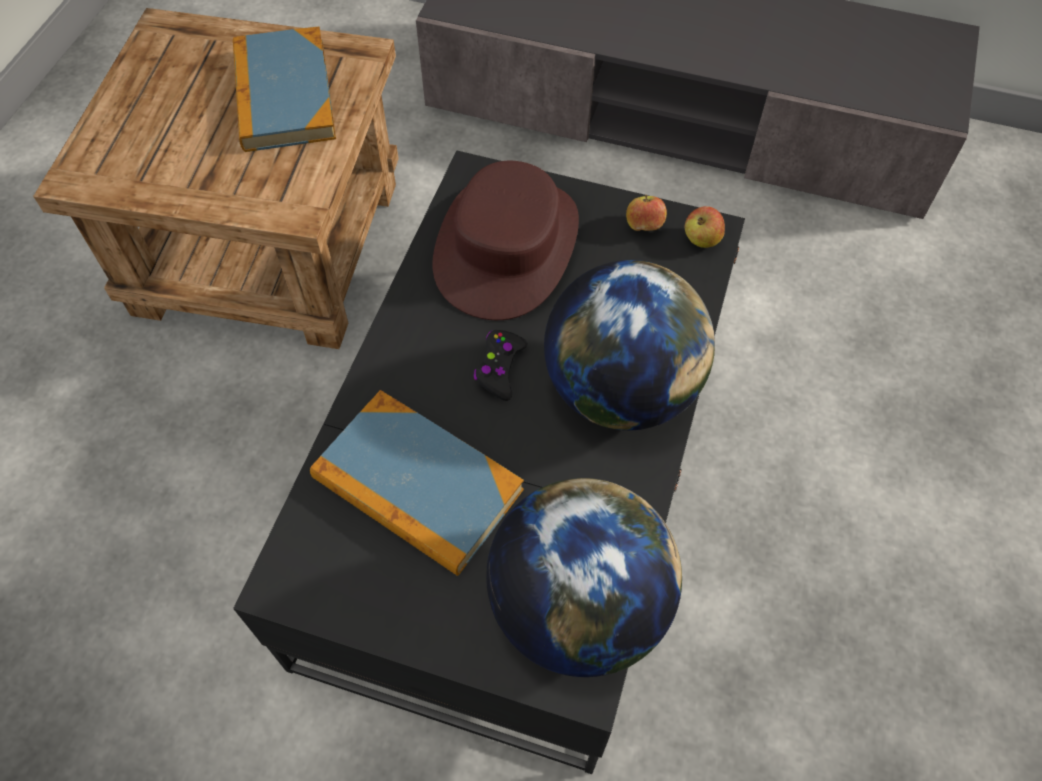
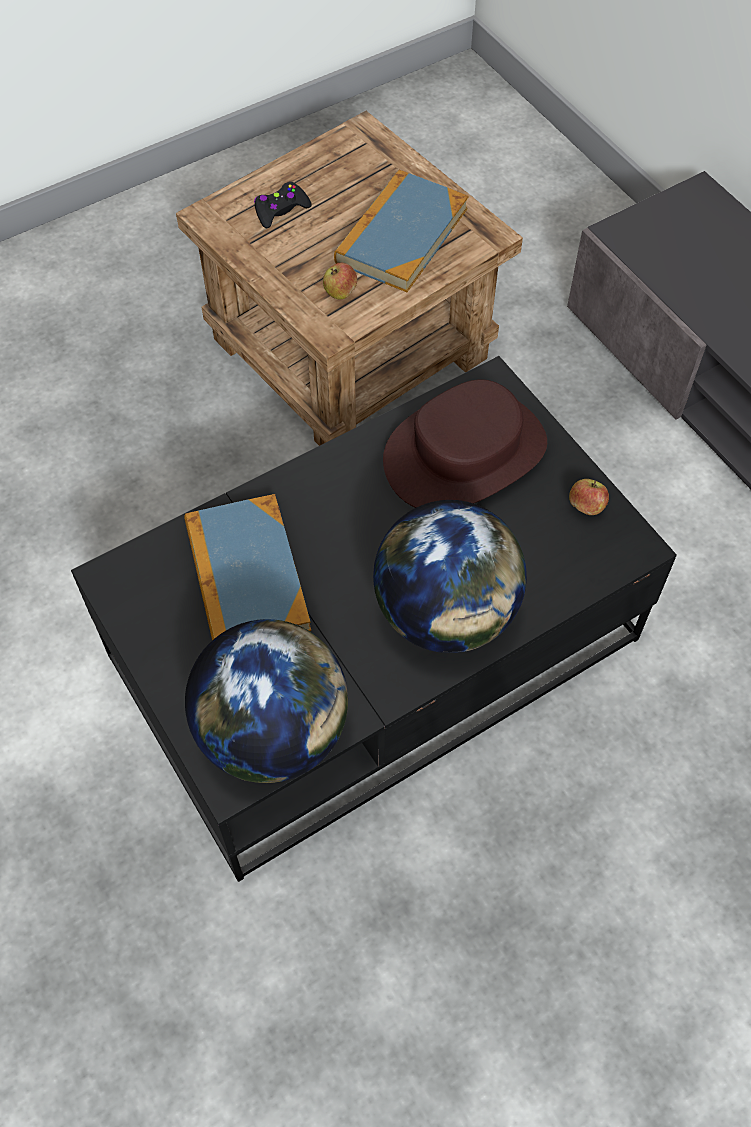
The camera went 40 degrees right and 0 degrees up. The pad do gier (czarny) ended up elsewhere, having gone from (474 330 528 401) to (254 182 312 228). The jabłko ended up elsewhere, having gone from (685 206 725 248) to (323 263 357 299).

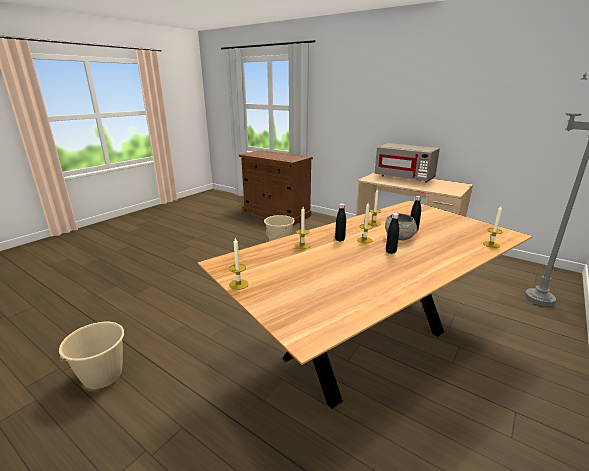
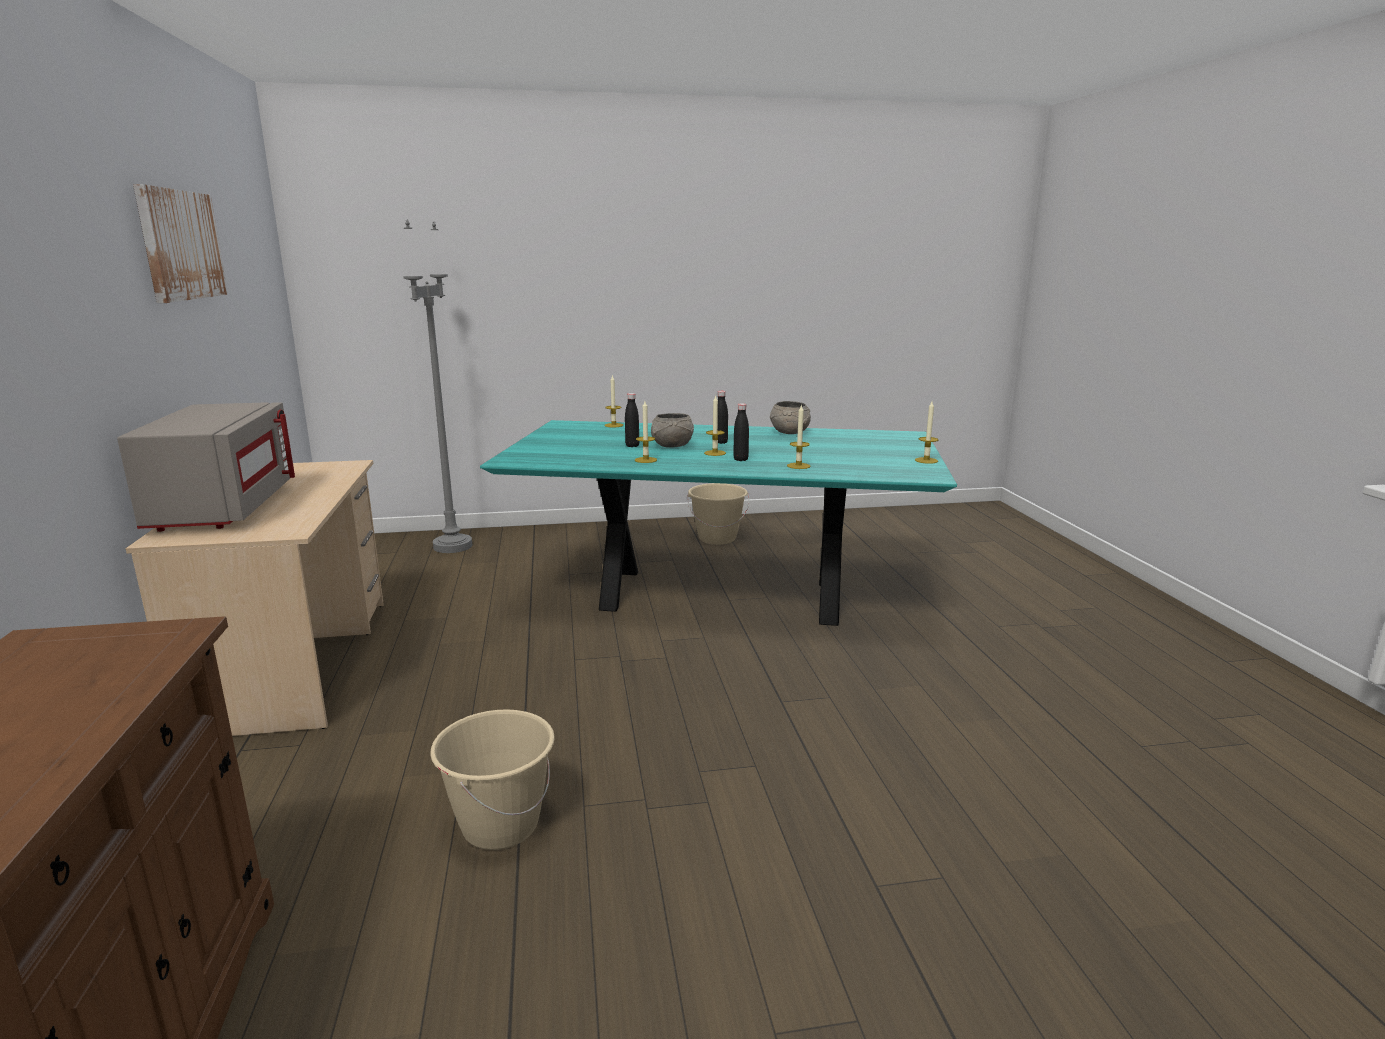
The camera went 135 degrees left and 5 degrees down. The second view gained the obraz at (133 184 228 303). What was the stół jadalny (brązowy) at (197 200 533 408) turned into the stół jadalny (turkusowy) at (480 420 957 626). The wiadro (beżowy) ended up elsewhere, having gone from (59 322 124 389) to (687 483 749 545). The second view gained the miska (szary) at (770 401 811 434).

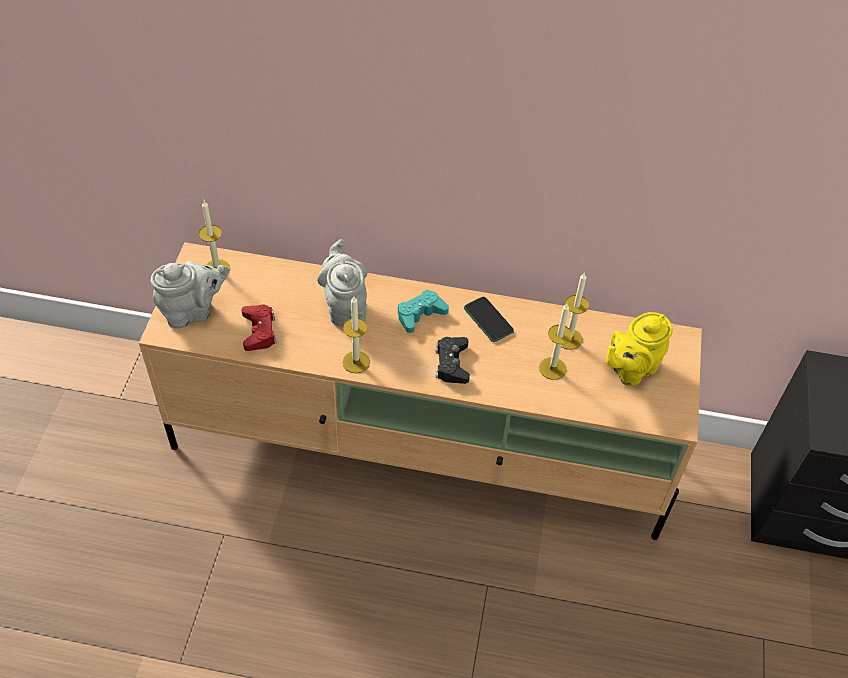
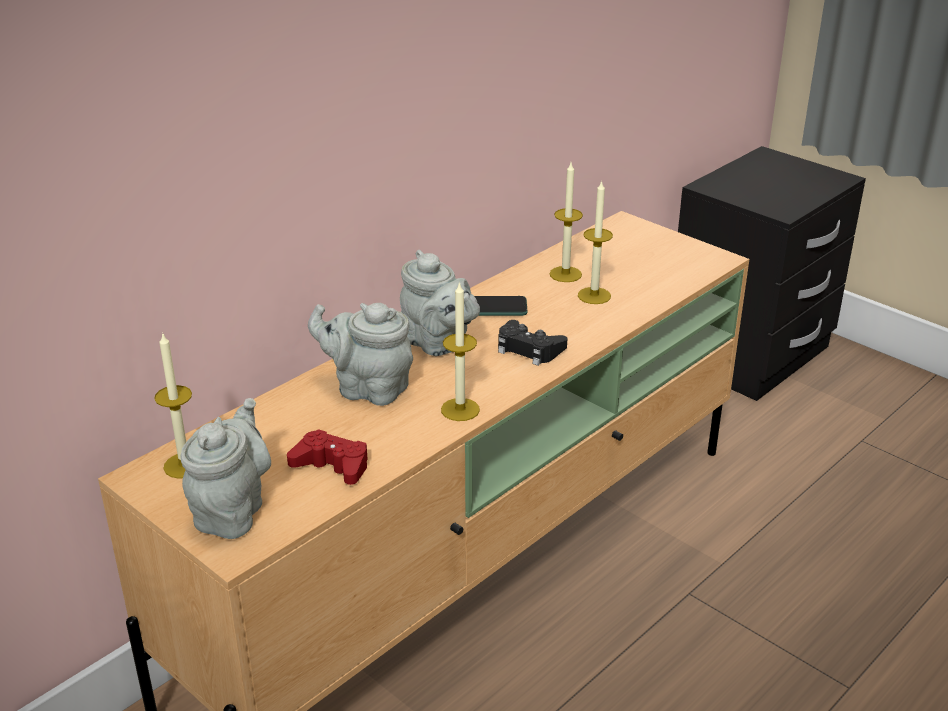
The camera went 55 degrees left and 20 degrees down. Where the pad do gier (turkusowy) stood at (398 289 449 333), the imbryk (szary) came to stand at (400 250 480 356). The second view lost the imbryk (żółty) at (606 312 673 386).

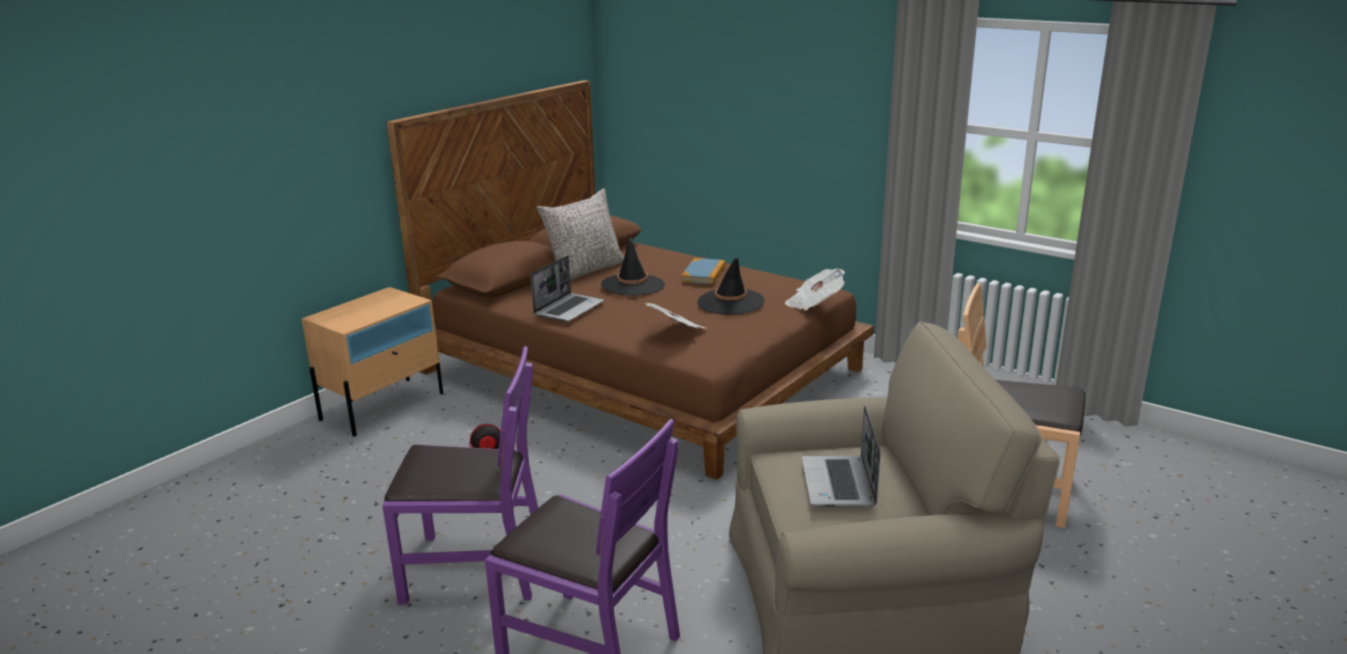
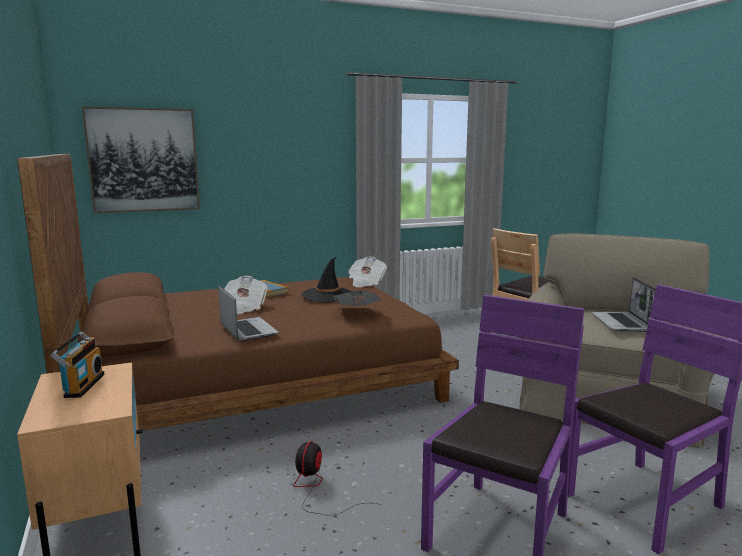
The camera went 60 degrees left and 10 degrees down. The second view gained the radio at (50 332 104 398). The second view gained the obraz at (82 107 200 213). Where the kapelusz (czarny) stood at (601 237 665 296), the gazeta came to stand at (224 276 268 314). The laptop at (802 406 881 507) ended up facing another way, 60 degrees clockwise from before. The second view lost the poduszka (szary) at (536 188 624 281).

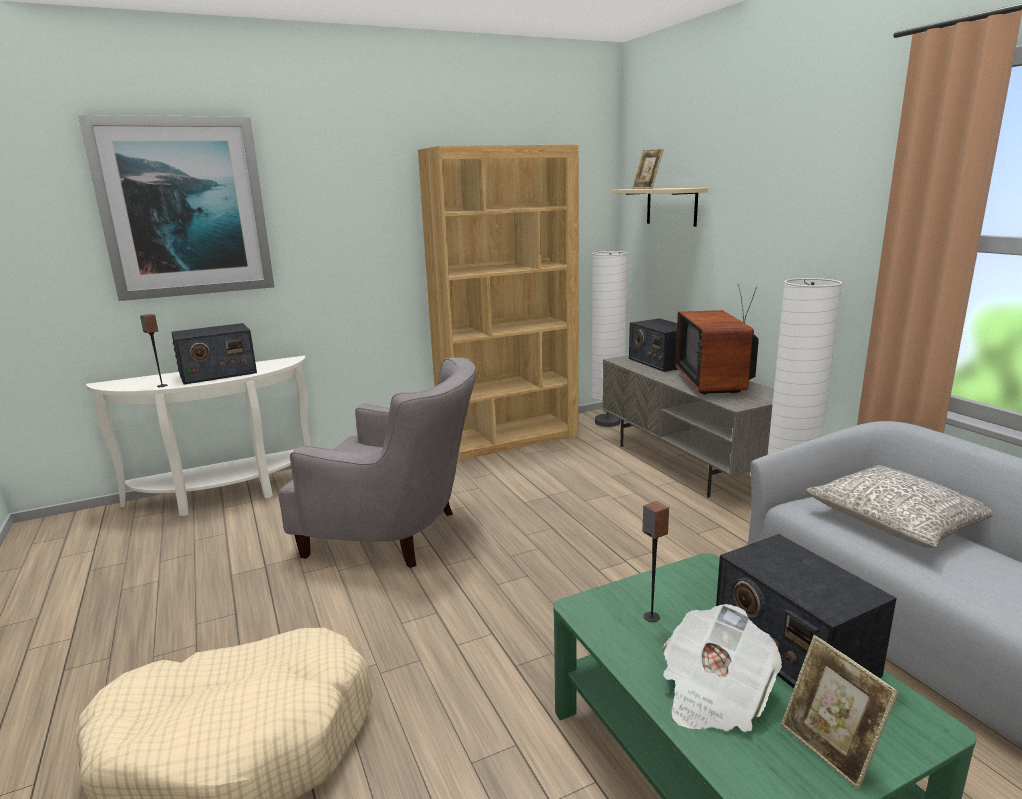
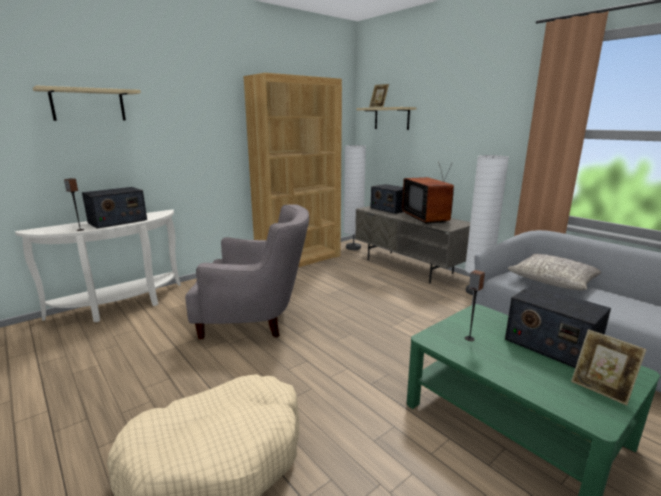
The camera went 15 degrees left and 0 degrees up. Where the obraz hung at (78 115 274 301), the półka (beżowy) came to hang at (33 86 141 121). The second view lost the gazeta at (663 604 782 732).

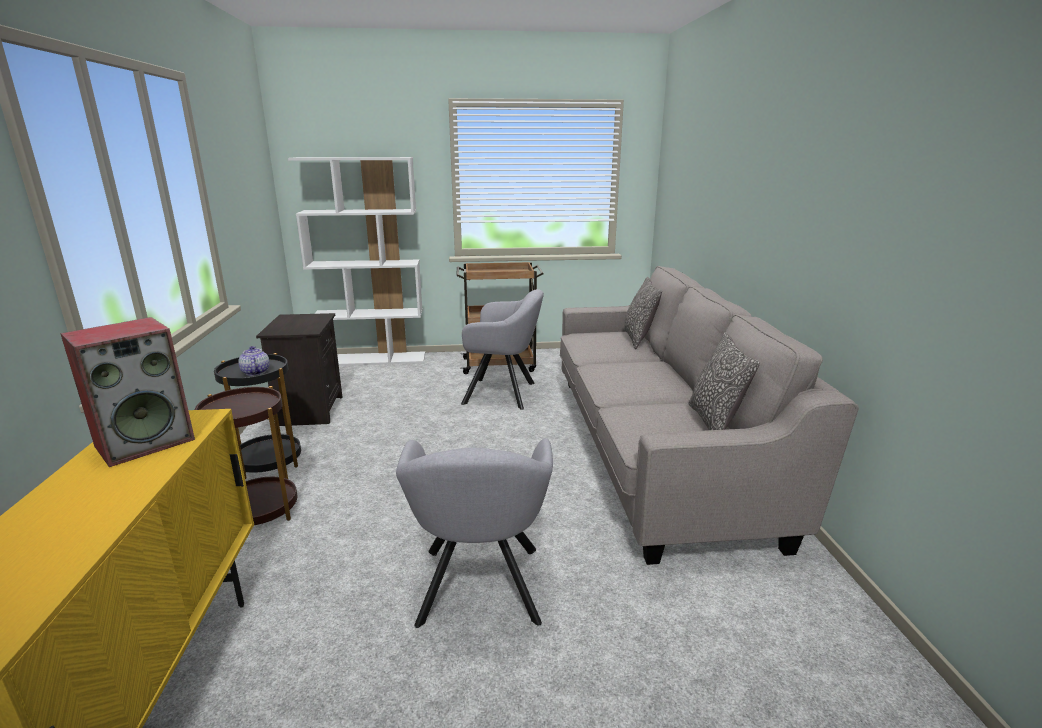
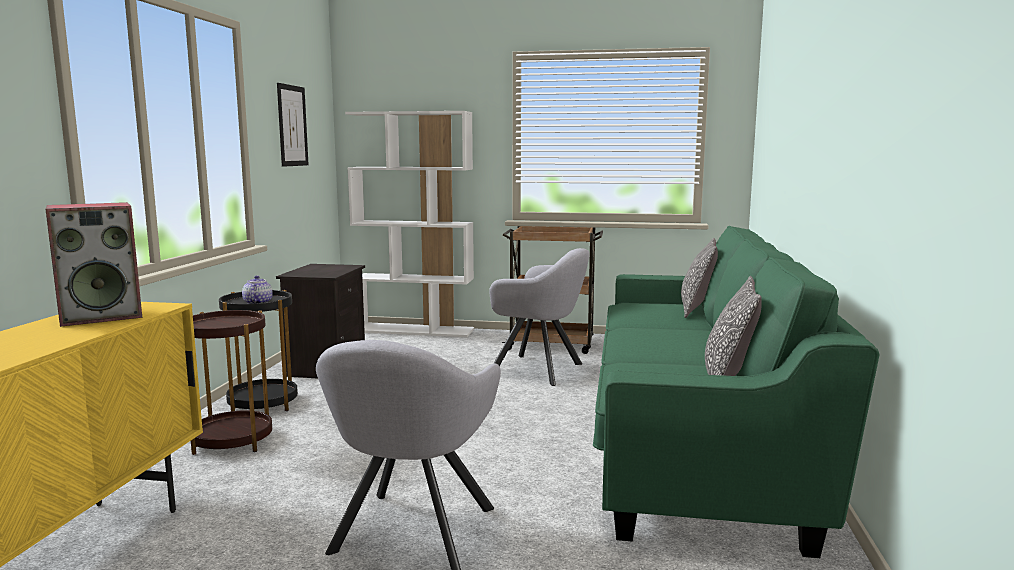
The camera went 15 degrees right and 10 degrees down. The second view gained the obraz at (277 83 309 167). What was the kanapa (szary) at (560 266 859 565) turned into the kanapa (zielony) at (593 226 880 558).

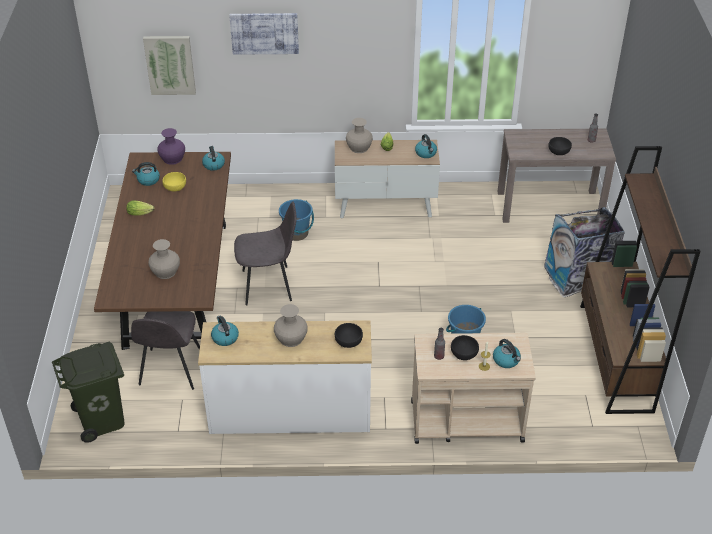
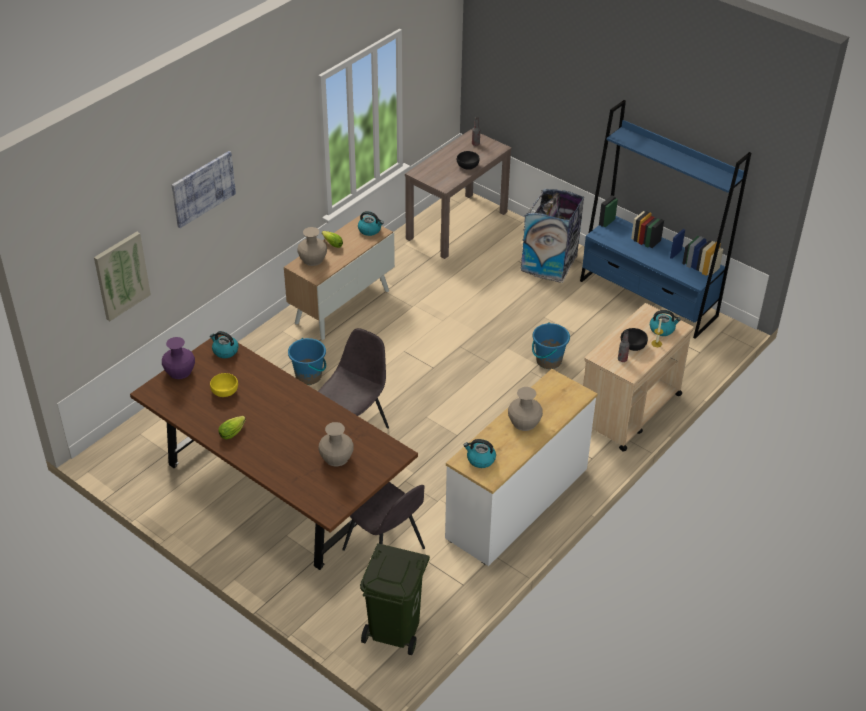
The camera went 50 degrees left and 0 degrees up. What was the regał (brązowy) at (580 146 701 414) turned into the regał (niebieski) at (580 100 751 339). The second view lost the czajnik at (132 162 160 186). The second view lost the miska (czarny) at (335 323 363 348).

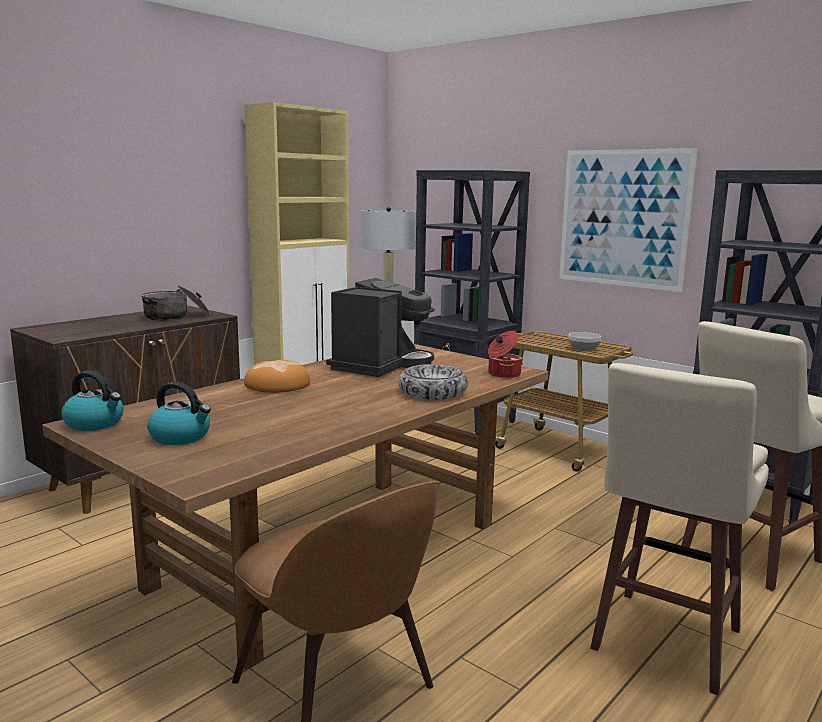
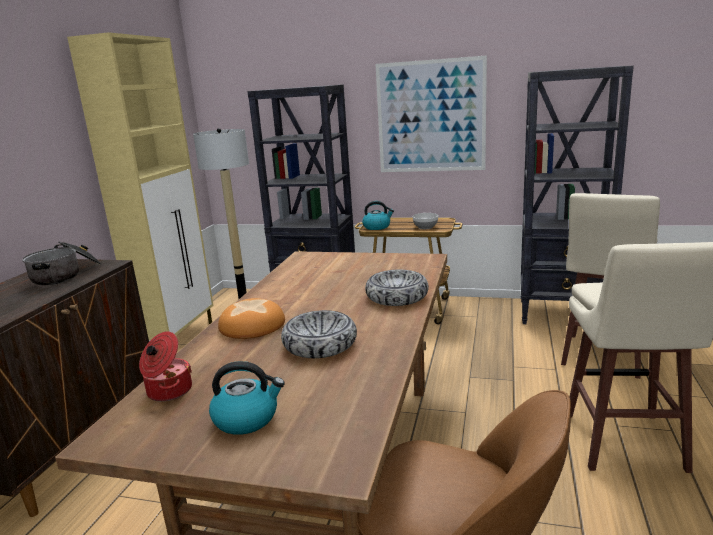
The camera went 25 degrees left and 5 degrees up. The garnek ended up elsewhere, having gone from (488 331 523 378) to (139 331 192 401). The second view gained the miska at (281 310 357 358). The czajnik ended up elsewhere, having gone from (62 371 124 431) to (362 201 394 230). The second view lost the ekspres do kawy at (326 278 435 377).

